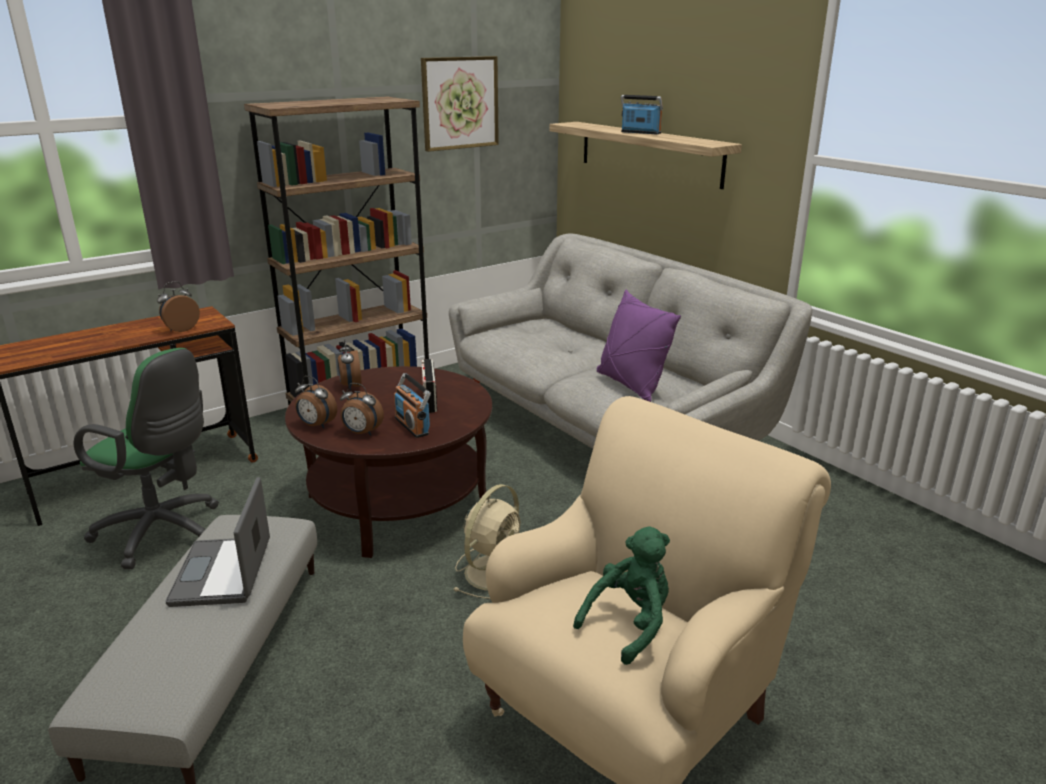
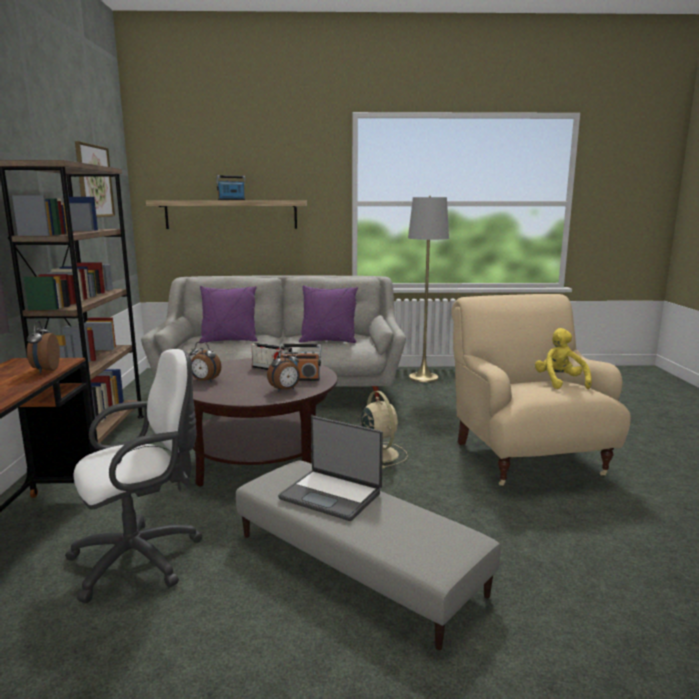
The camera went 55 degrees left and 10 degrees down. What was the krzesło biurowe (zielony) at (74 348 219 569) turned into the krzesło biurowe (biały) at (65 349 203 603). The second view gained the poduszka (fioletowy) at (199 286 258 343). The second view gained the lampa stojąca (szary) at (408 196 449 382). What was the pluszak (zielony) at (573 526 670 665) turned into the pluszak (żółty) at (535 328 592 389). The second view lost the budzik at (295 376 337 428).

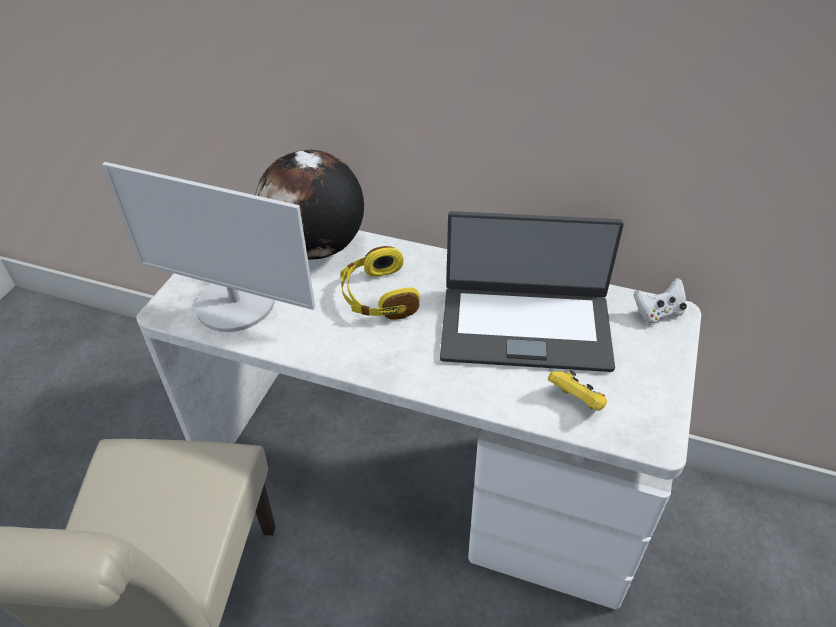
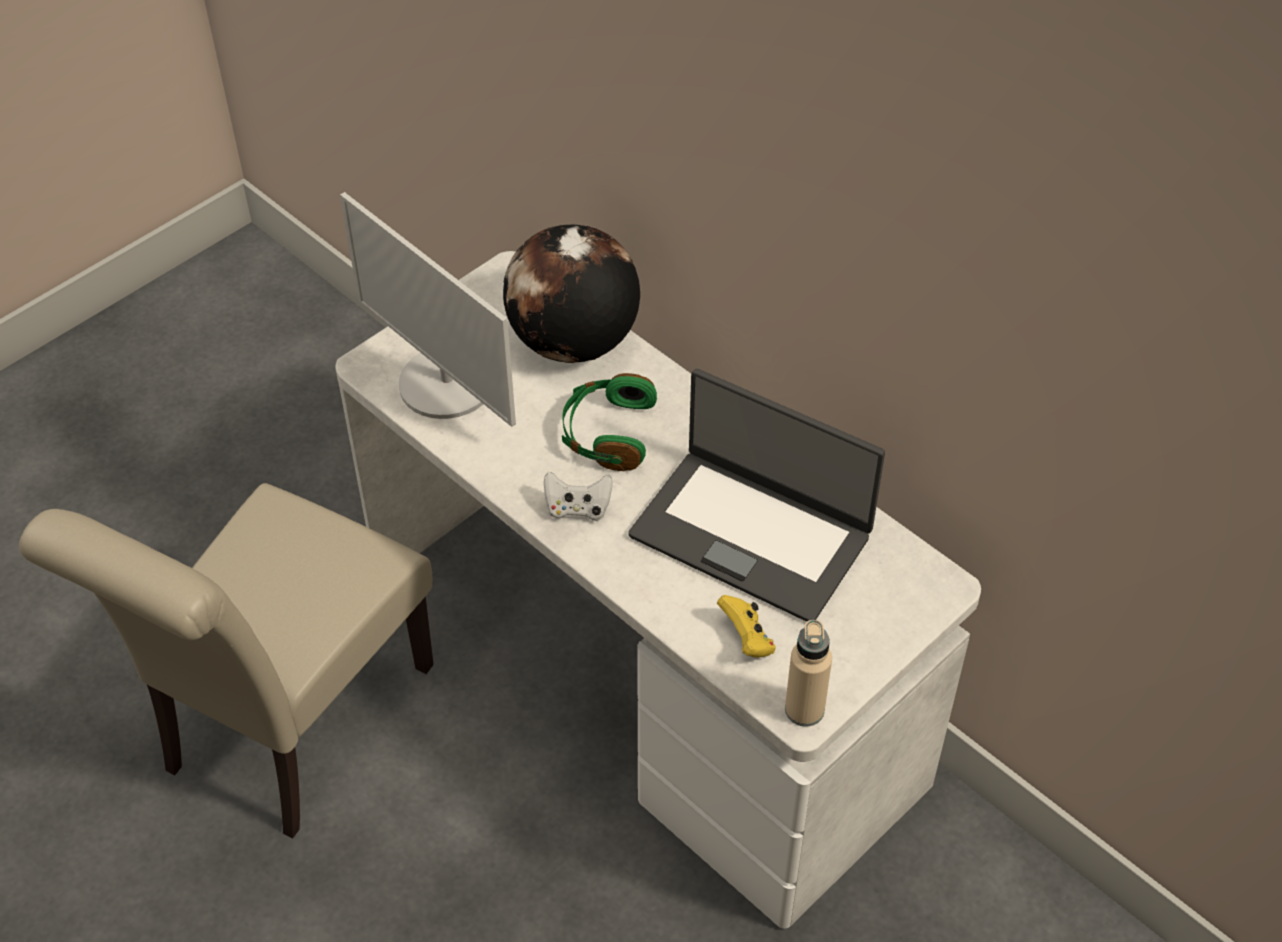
The camera went 25 degrees right and 5 degrees up. The pad do gier (biały) ended up elsewhere, having gone from (633 278 687 324) to (544 471 613 521). What was the słuchawki (żółty) at (340 246 420 320) turned into the słuchawki (zielony) at (562 373 657 471). The second view gained the butelka (beżowy) at (785 620 832 727).

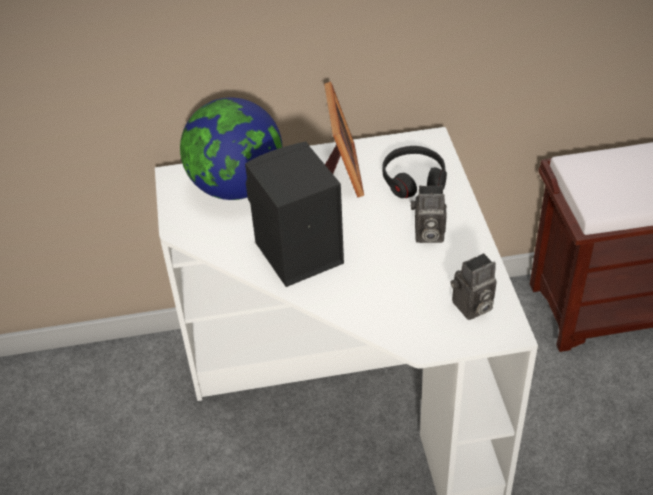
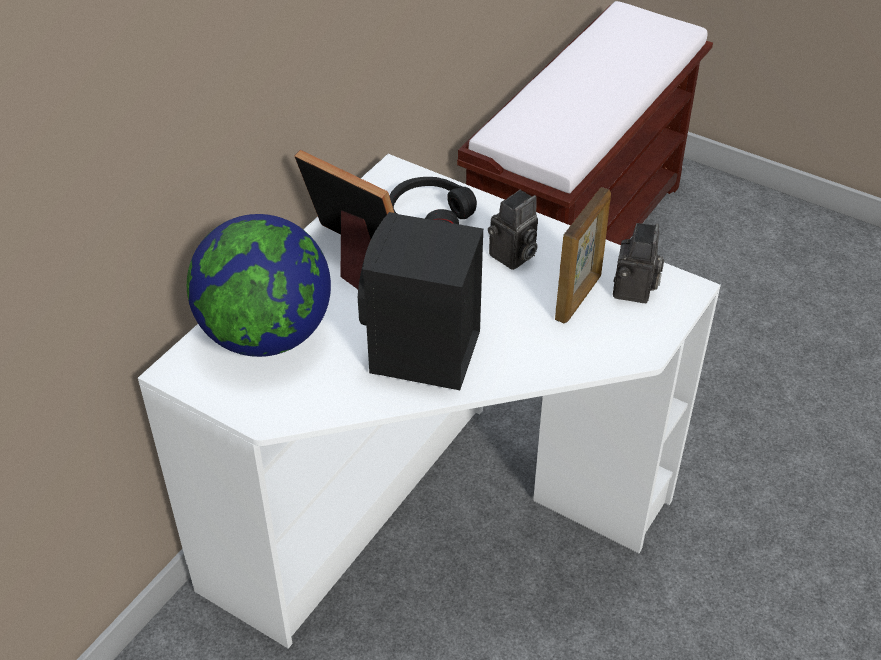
The camera went 50 degrees left and 0 degrees up. The second view gained the ramka na zdjęcie at (555 187 611 323).

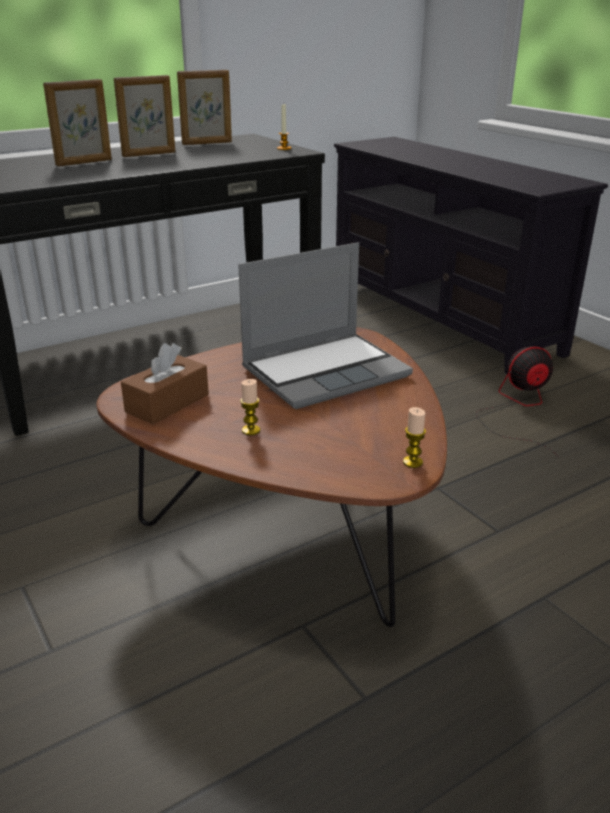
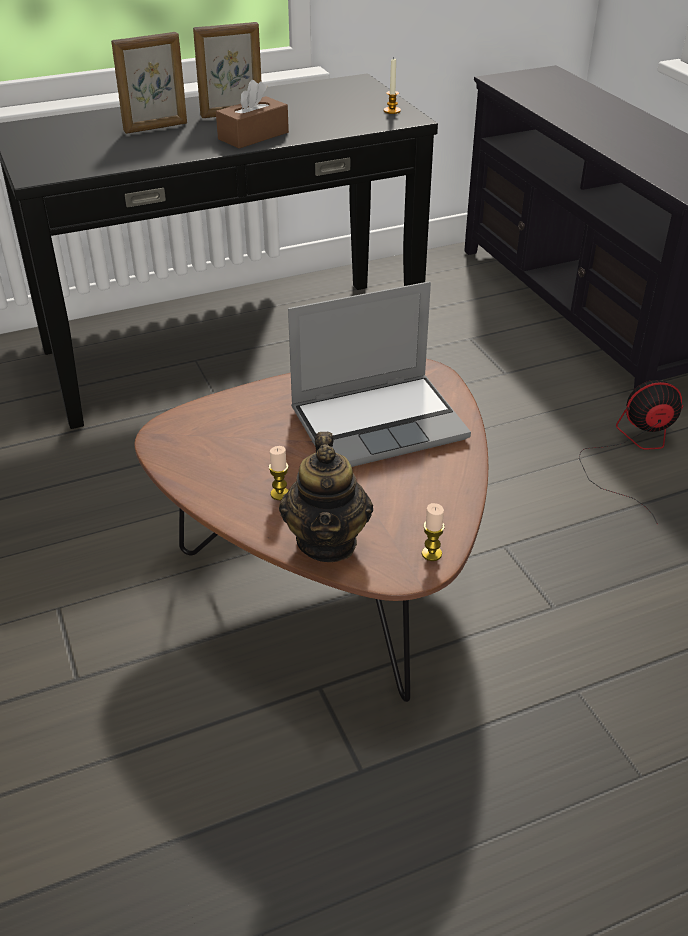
The camera went 10 degrees right and 10 degrees up. The pudełko chusteczek (brązowy) ended up elsewhere, having gone from (121 343 209 425) to (216 80 289 148). The second view gained the imbryk at (279 432 373 562). The second view lost the ramka na zdjęcie at (177 70 232 145).

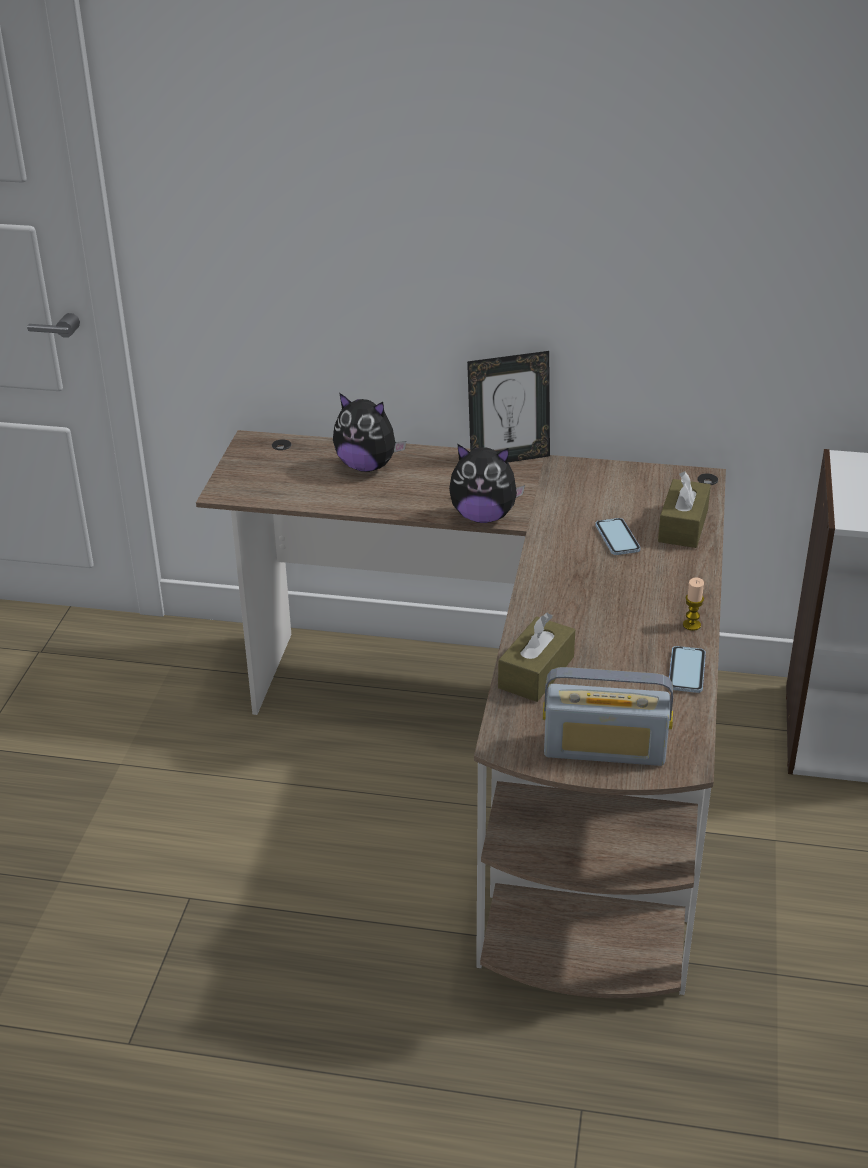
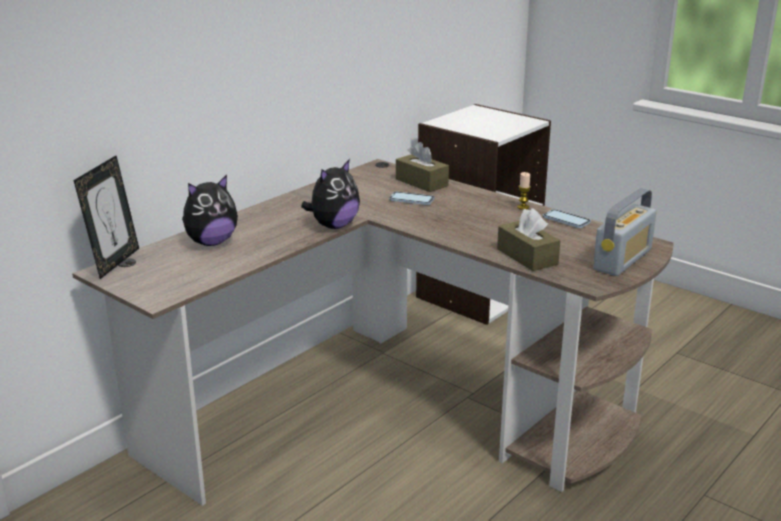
The camera went 60 degrees left and 10 degrees down. The ramka na zdjęcie ended up elsewhere, having gone from (467 351 550 462) to (73 155 139 279).

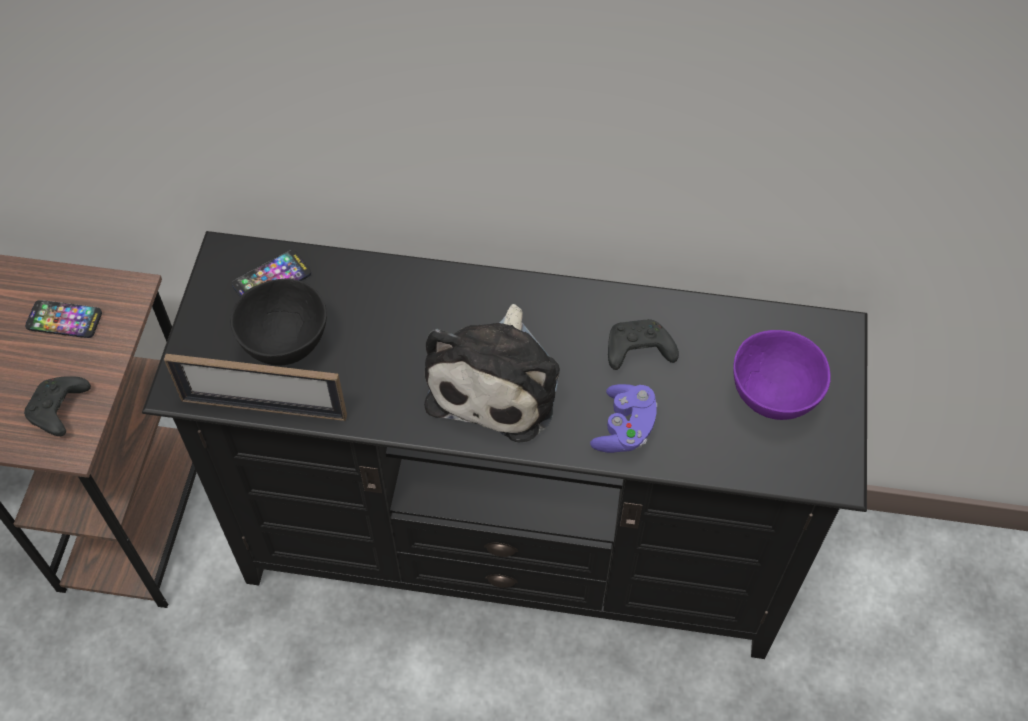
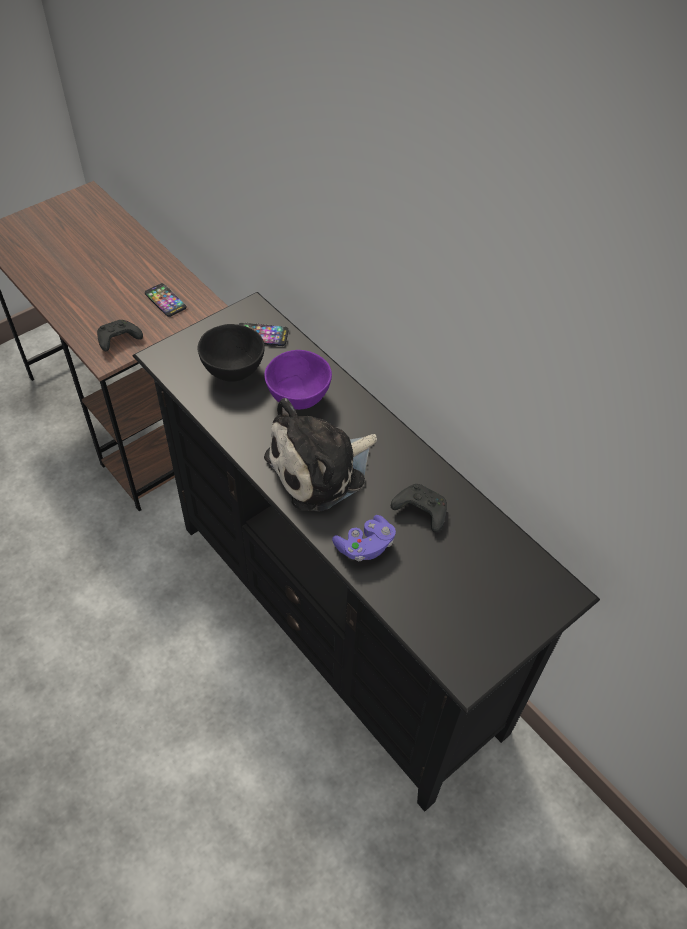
The camera went 40 degrees right and 5 degrees down. The miska (fioletowy) ended up elsewhere, having gone from (733 330 831 420) to (264 350 332 410). The second view lost the ramka na zdjęcie at (164 354 347 421).

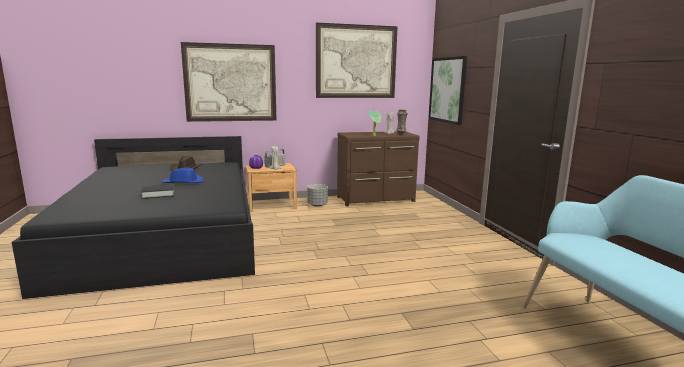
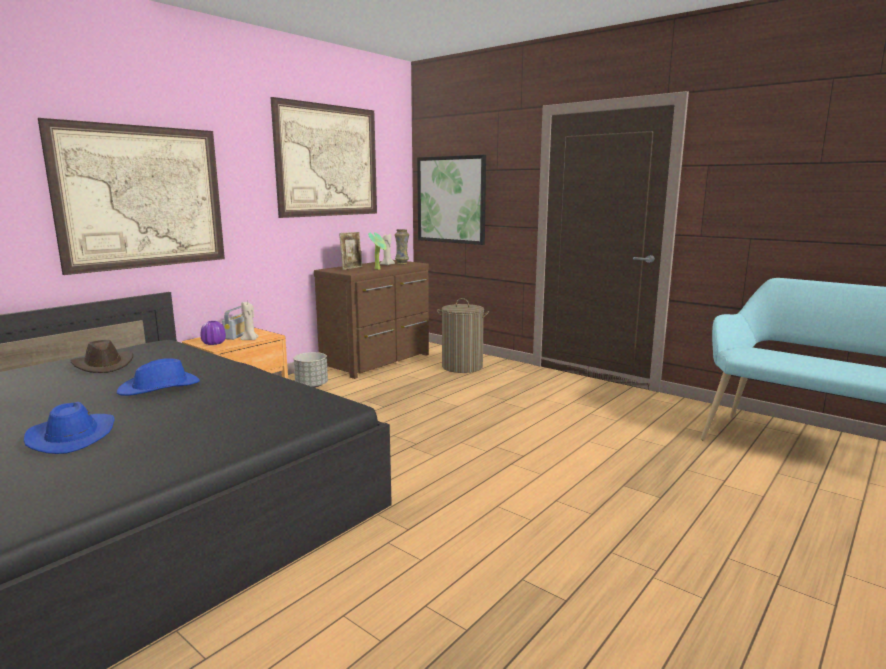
The camera went 35 degrees left and 0 degrees up. The second view gained the kapelusz (niebieski) at (24 402 115 454). The second view gained the ramka na zdjęcie at (339 232 362 270). The second view gained the kosz na pranie at (437 298 489 373). The second view lost the książka (czarny) at (141 184 174 199).

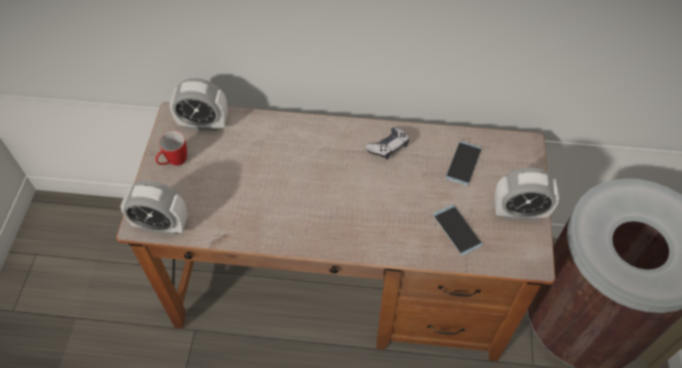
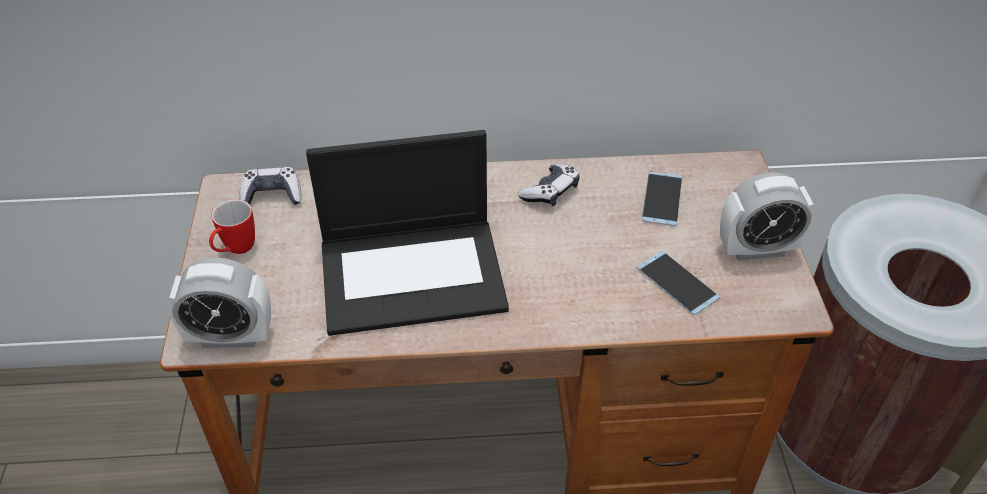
The camera went 10 degrees left and 10 degrees down. Where the budzik stood at (170 78 227 131), the pad do gier came to stand at (239 167 301 205). The second view gained the laptop at (306 130 509 336).

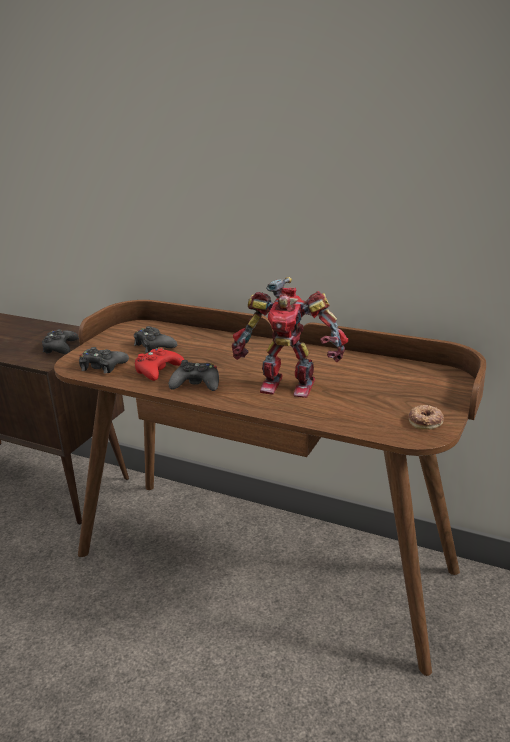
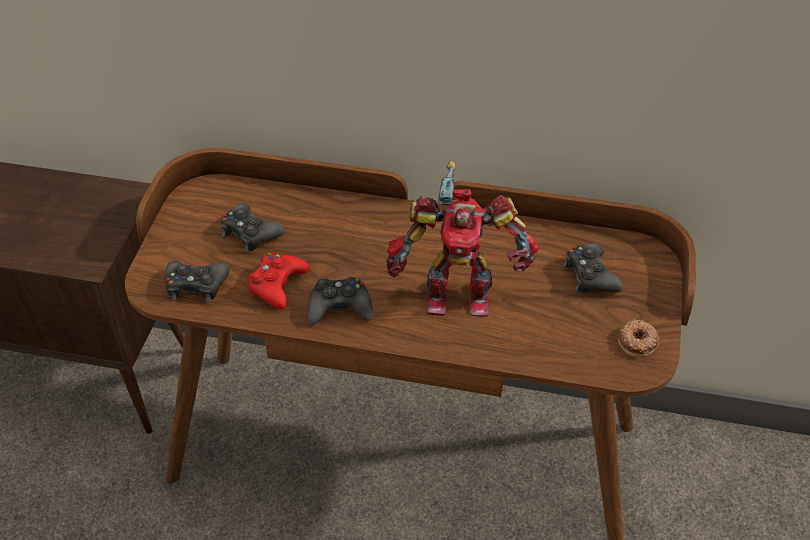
The camera went 15 degrees left and 20 degrees up. The pad do gier (czarny) ended up elsewhere, having gone from (42 329 79 354) to (563 243 623 293).

